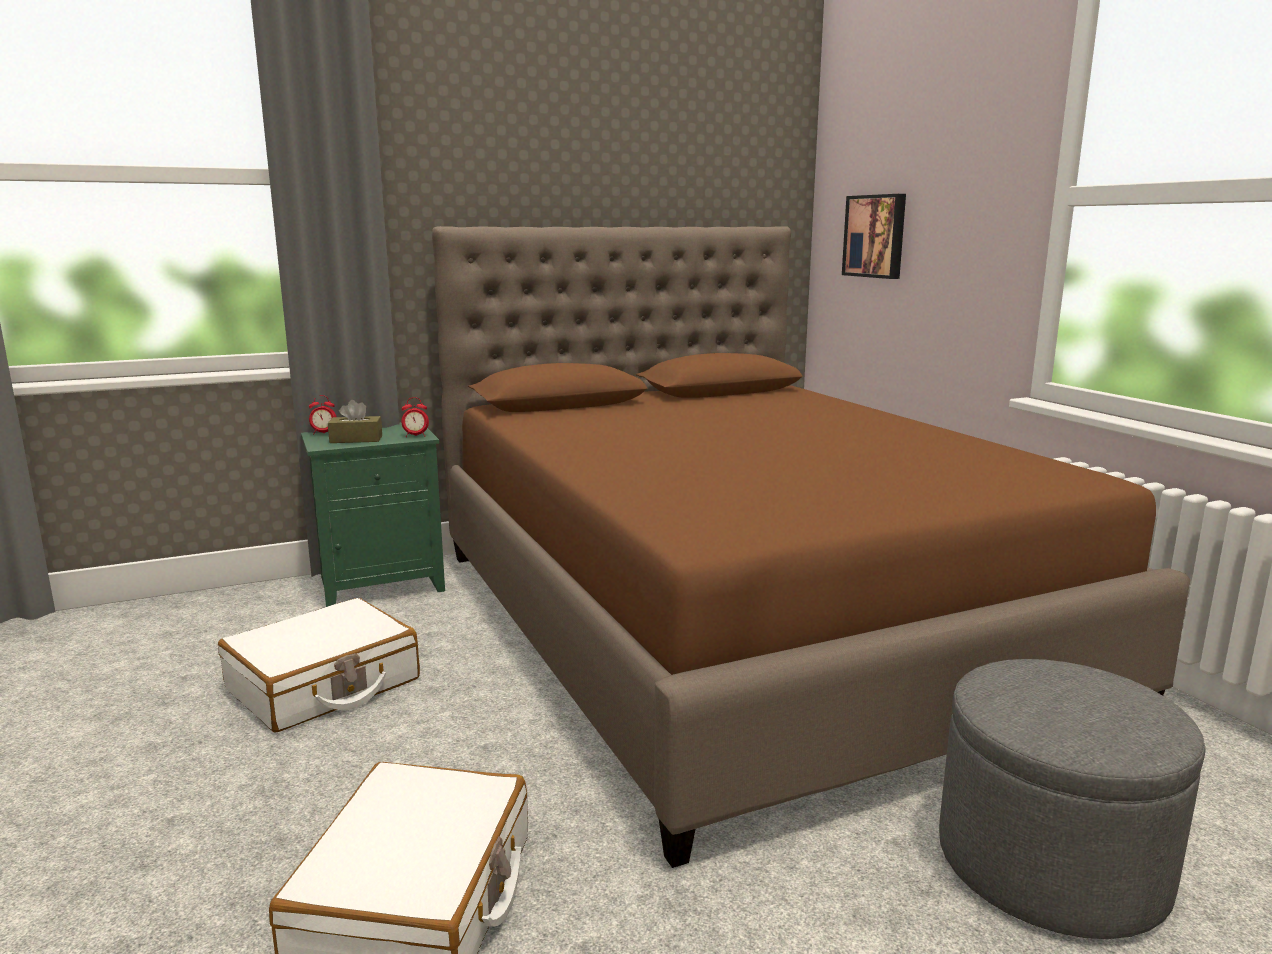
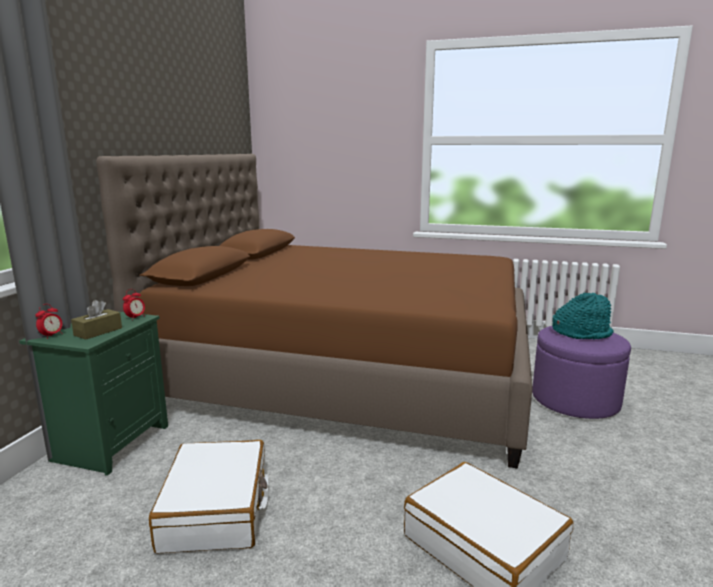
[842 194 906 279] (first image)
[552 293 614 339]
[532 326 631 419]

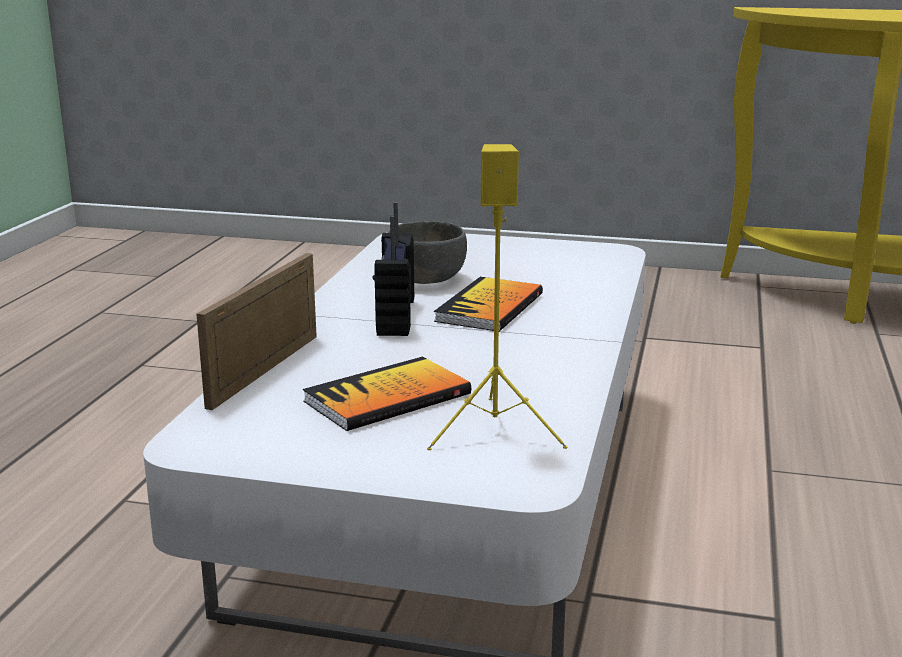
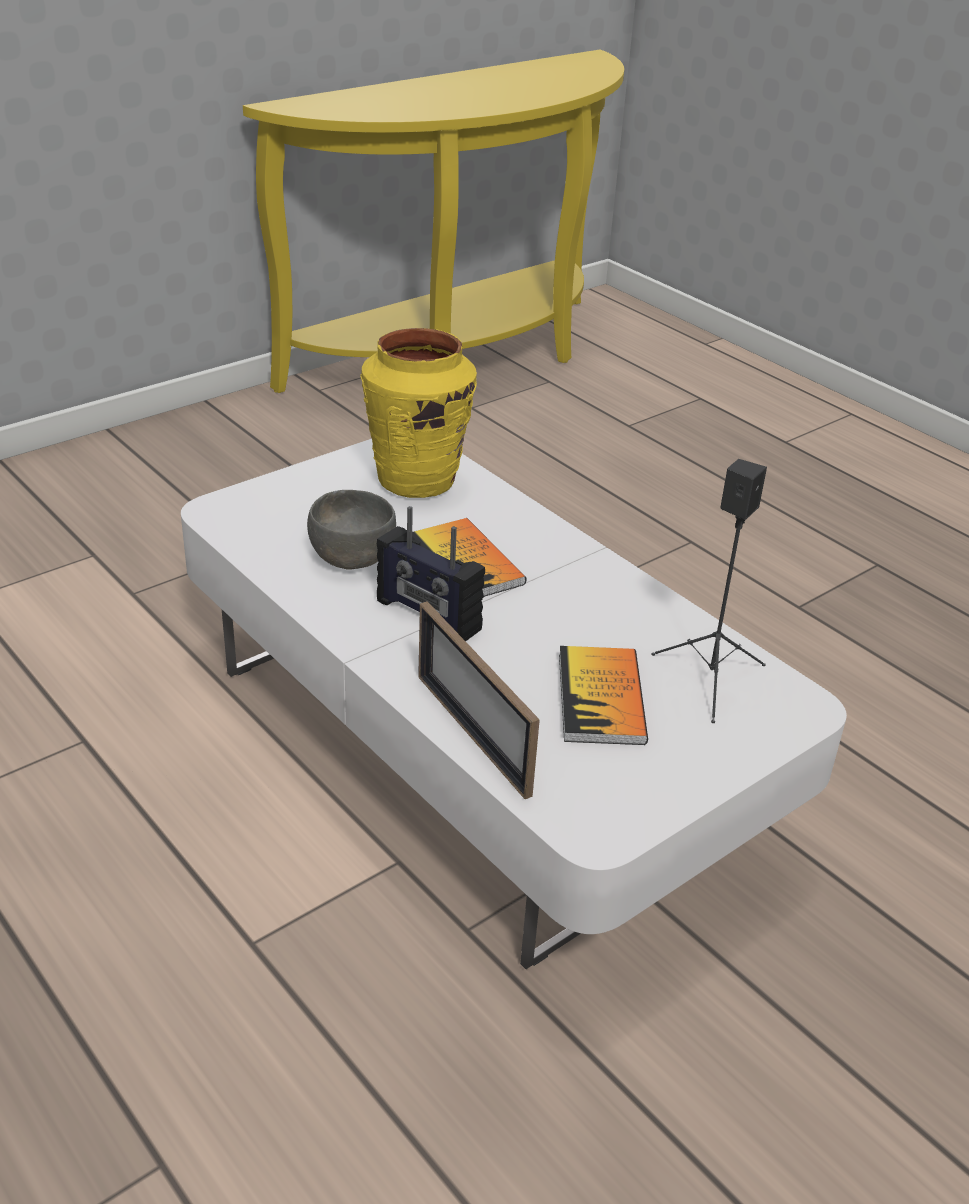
[361 328 477 498]
[651 459 767 723]

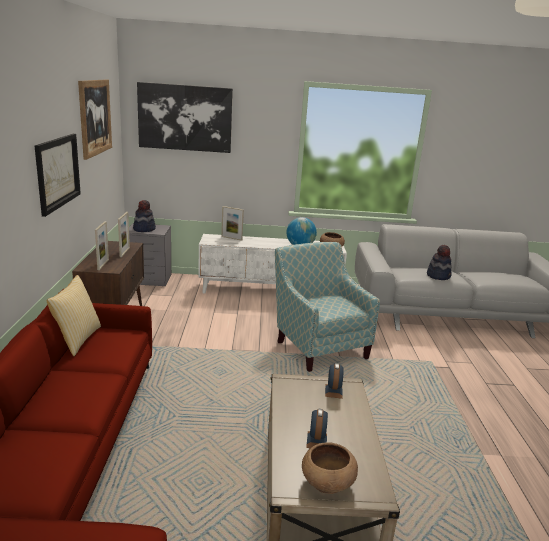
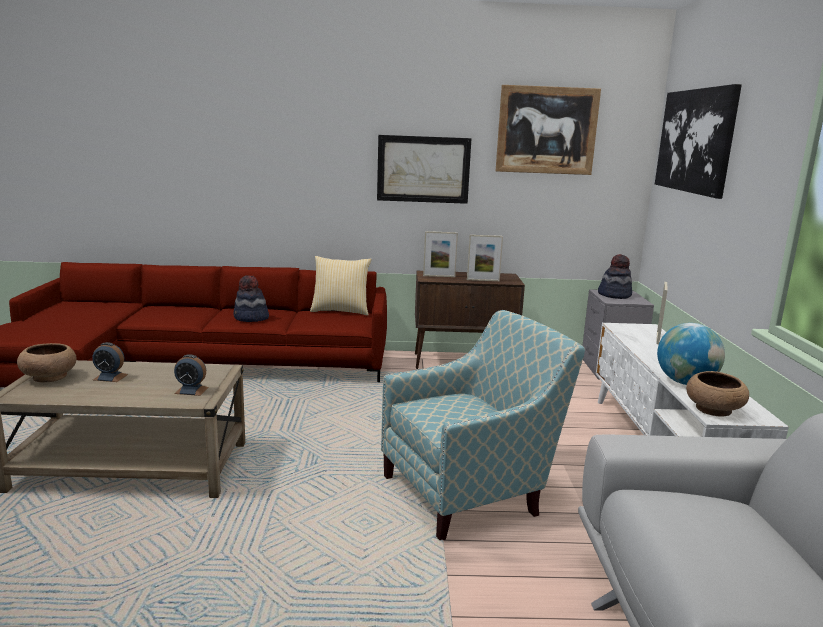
[233 275 269 322]

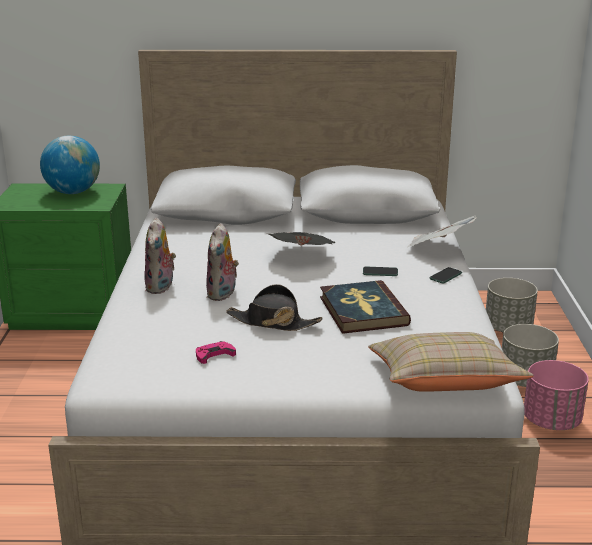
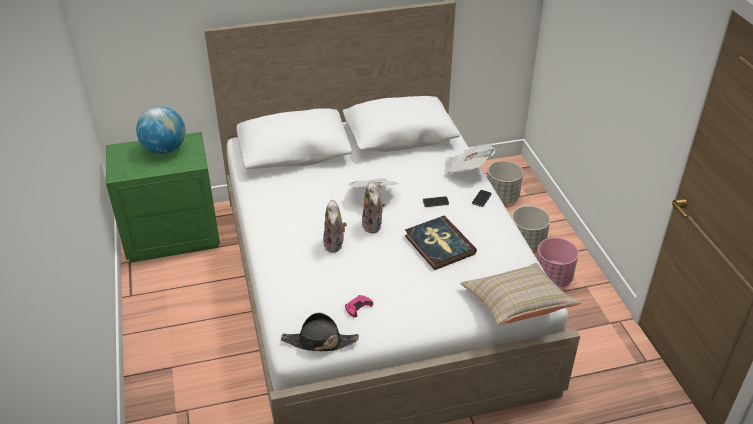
[362 181 385 233]
[281 313 359 351]

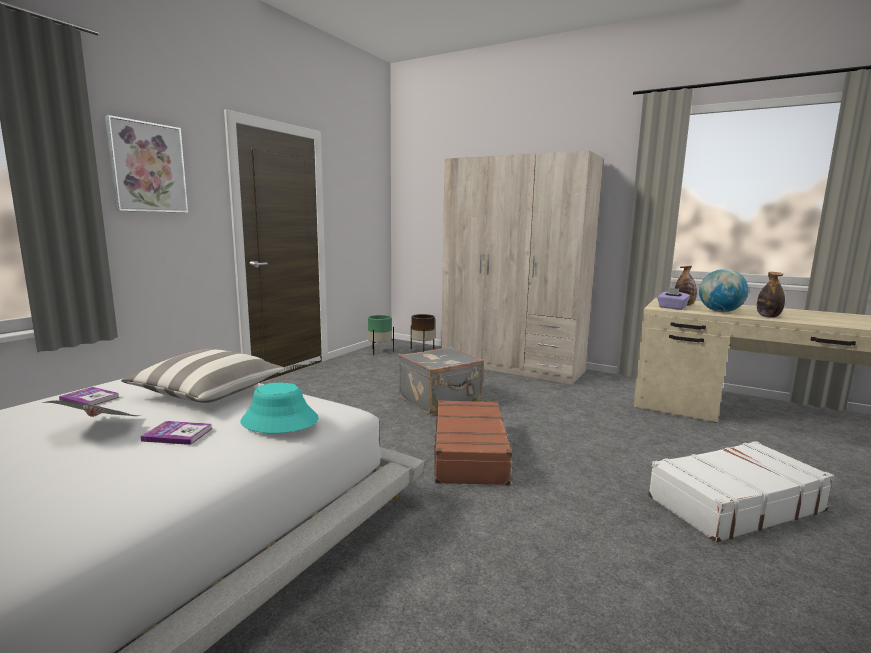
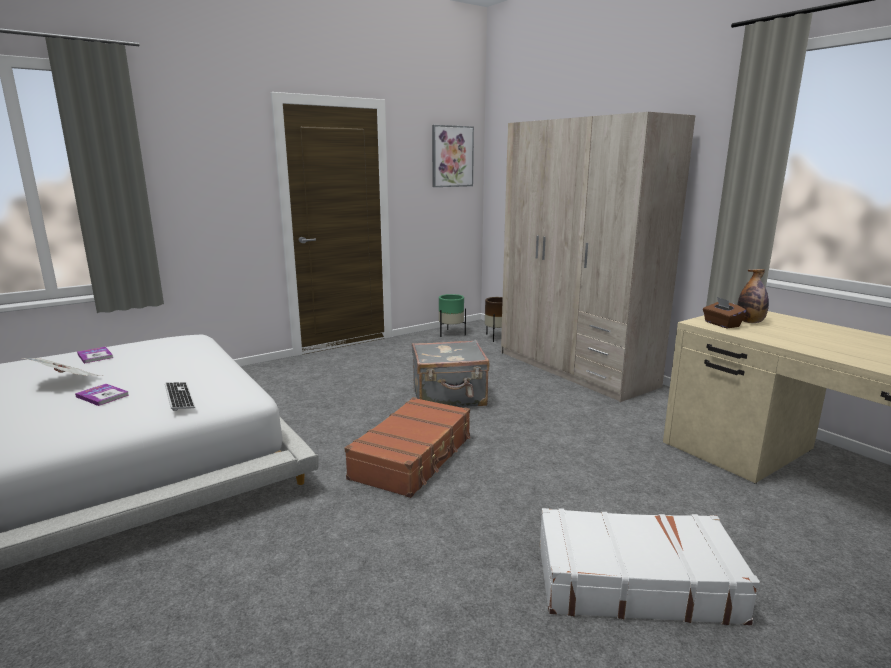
[121 349 285 403] (first image)
[699 269 749 312] (first image)
[757 272 785 318] (first image)
[432 125 474 187]
[165 382 195 411]
[703 297 746 329]

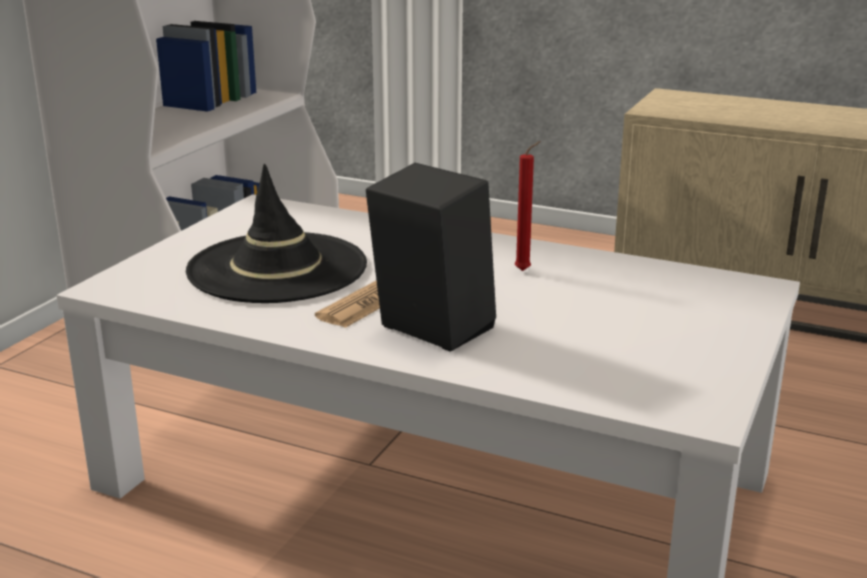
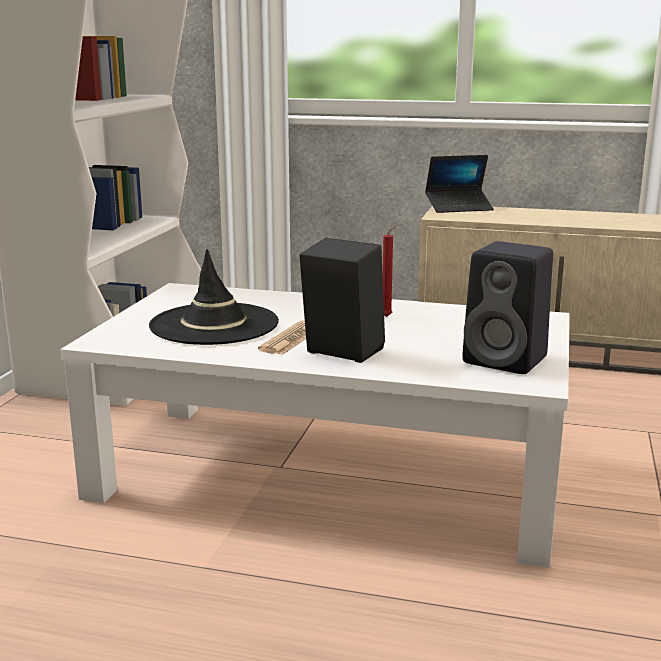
[425 155 494 213]
[462 241 553 374]

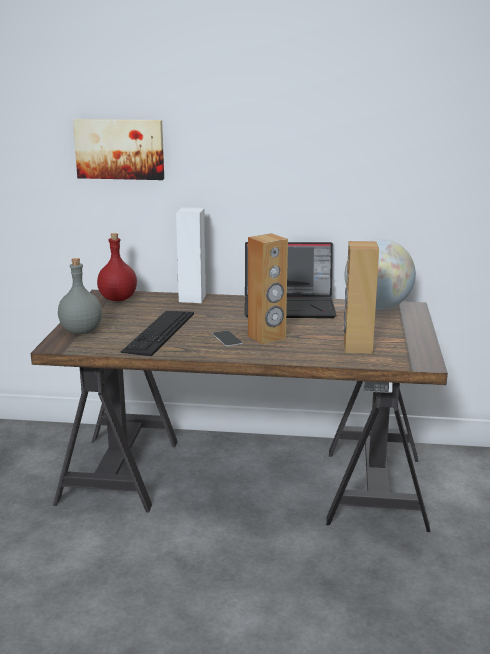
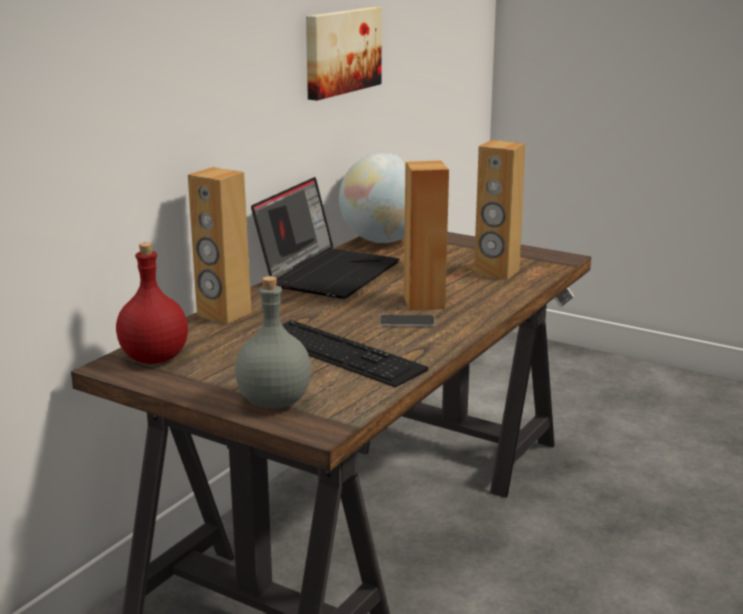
[306 7 382 101]
[188 167 252 324]

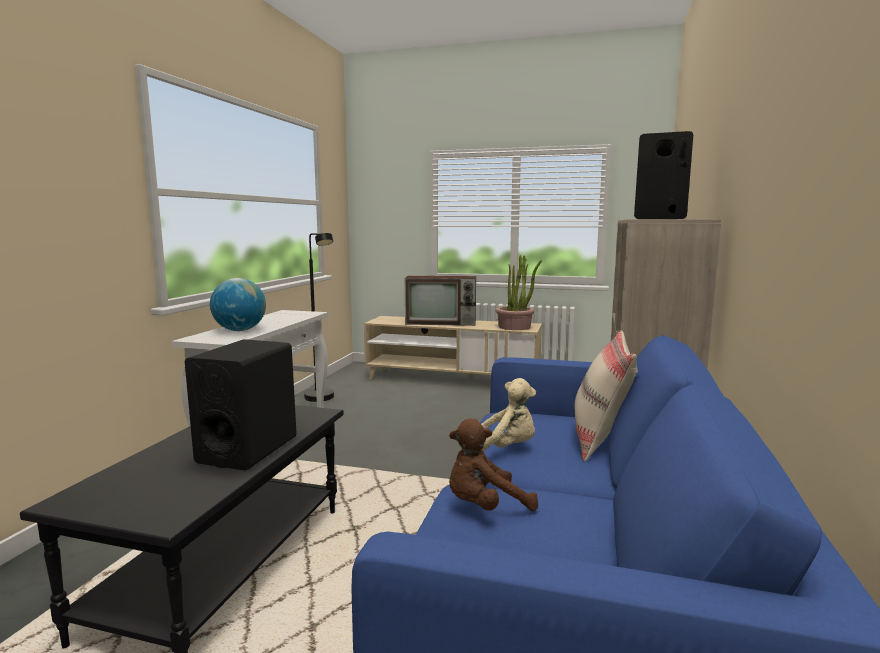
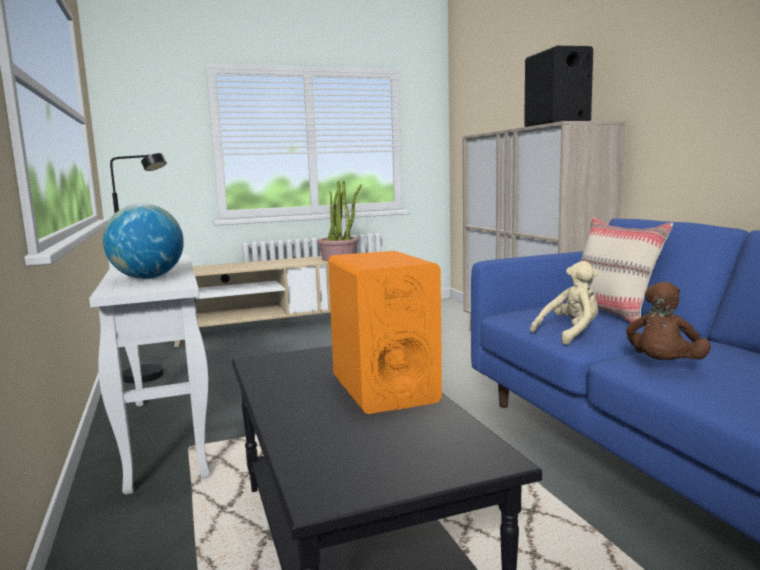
[405 276 476 326] (first image)
[328 251 442 414]

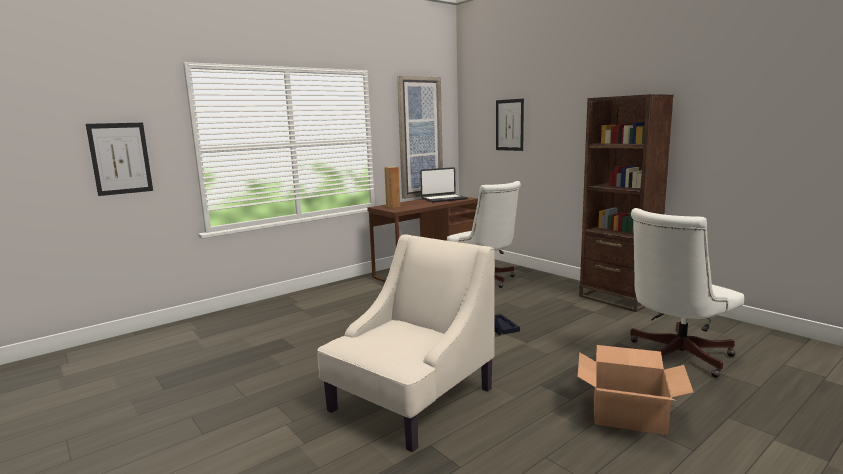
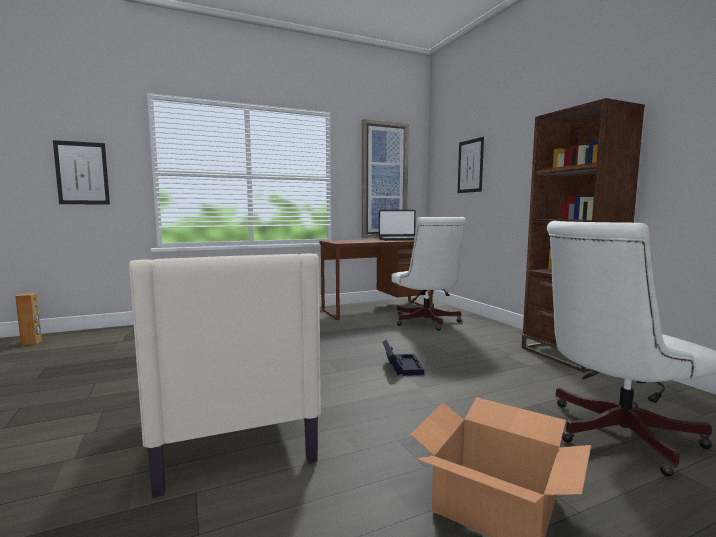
[15 293 42 345]
[129 253 321 498]

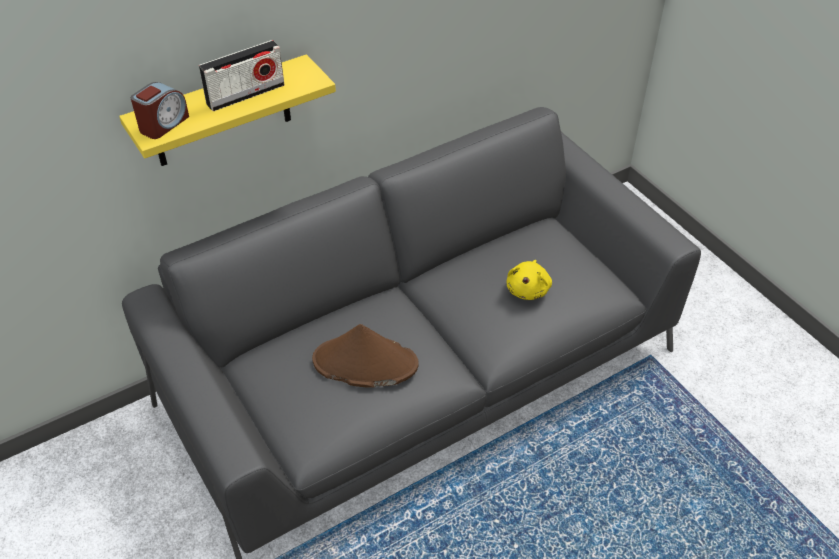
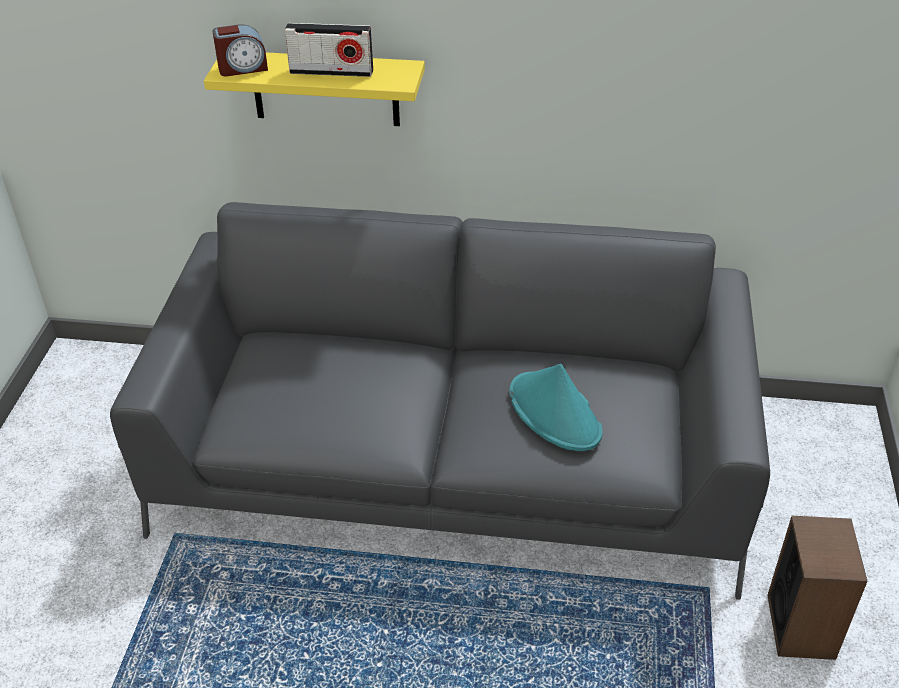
[312 324 419 388] (first image)
[767 516 867 660]
[509 364 602 451]

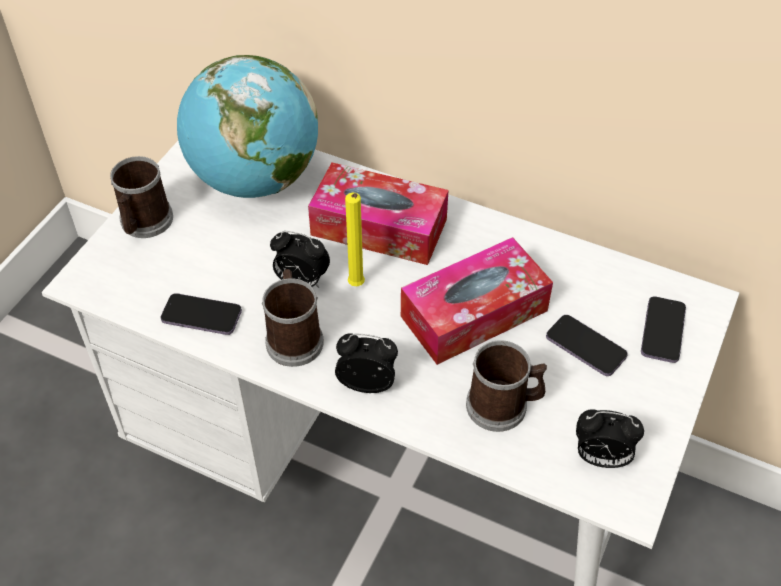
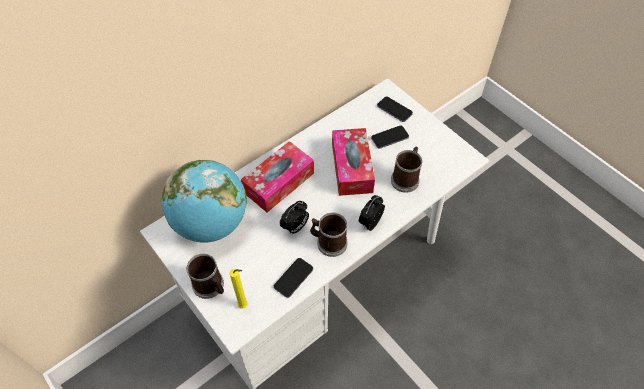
[576 409 644 468] (first image)
[230 269 248 308]

